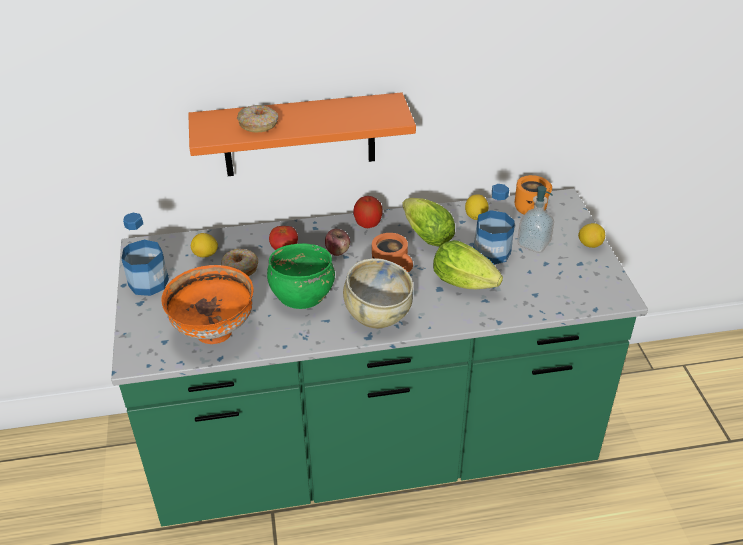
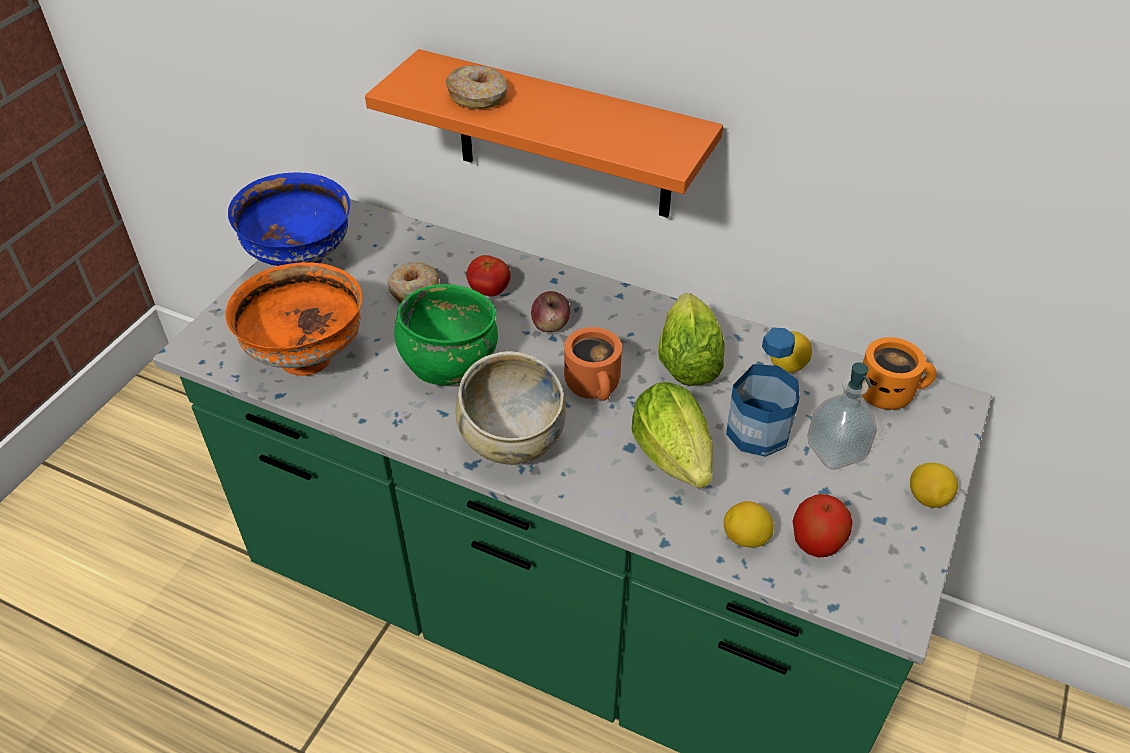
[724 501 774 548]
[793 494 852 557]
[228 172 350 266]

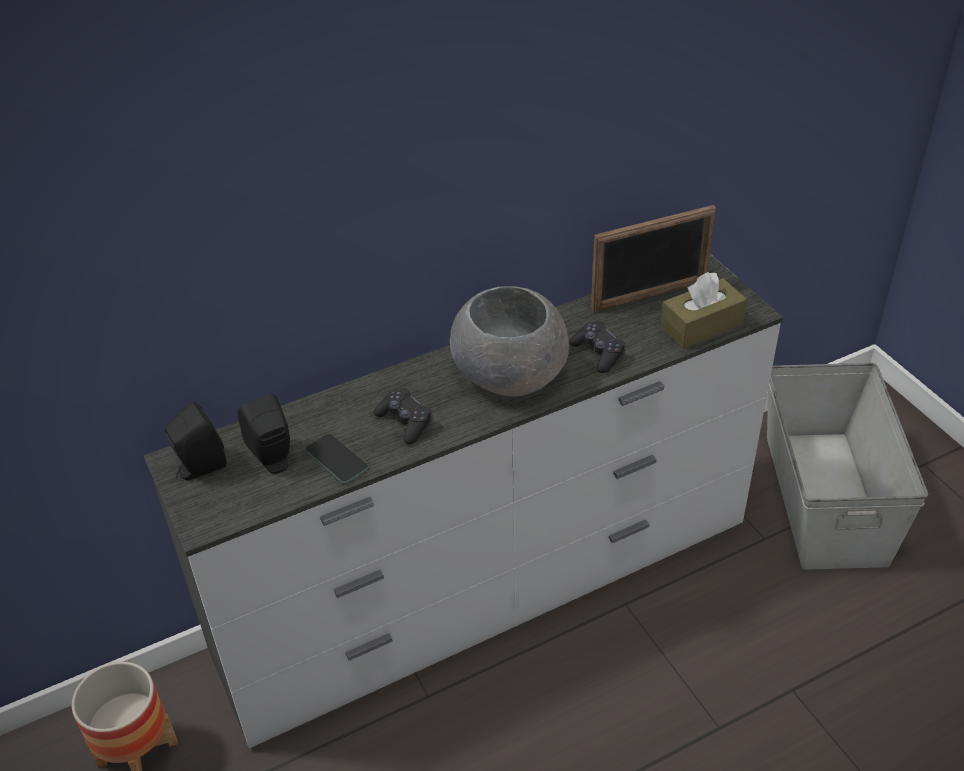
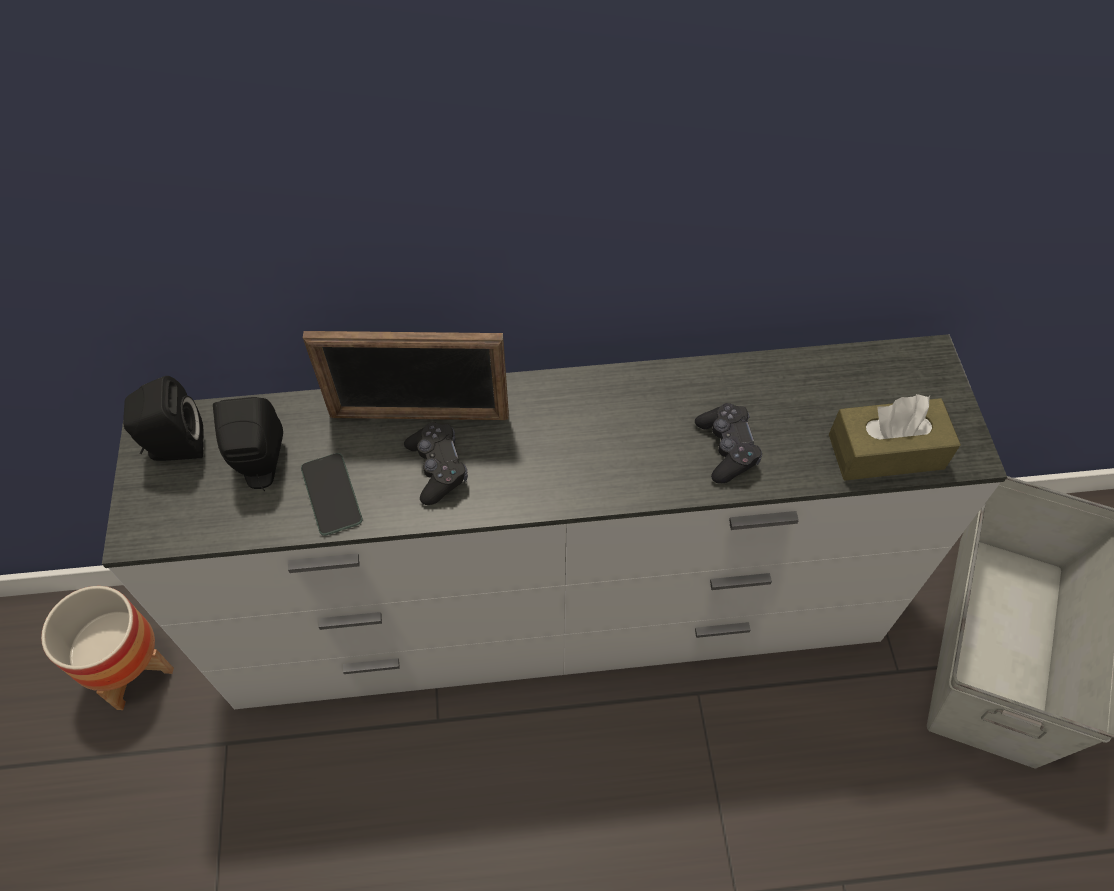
[450 286 569 397] (first image)
[303 331 509 420]

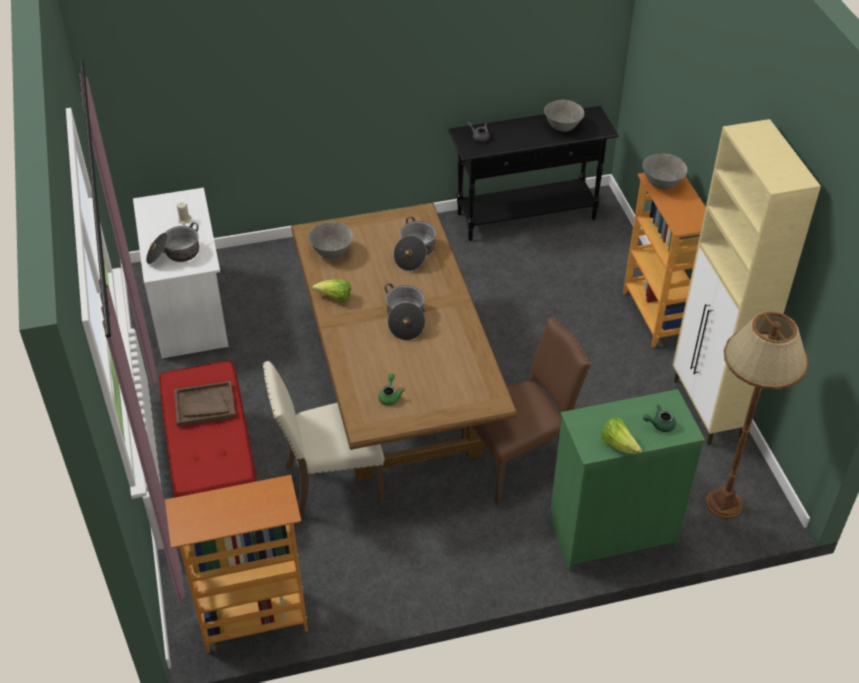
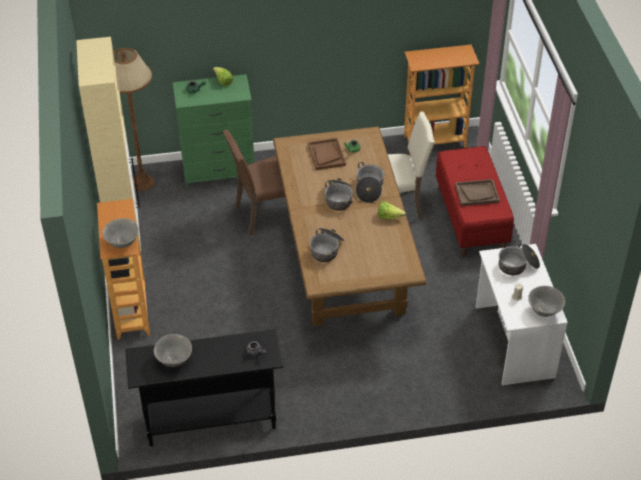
[308 138 346 170]
[356 162 384 203]
[528 286 565 317]

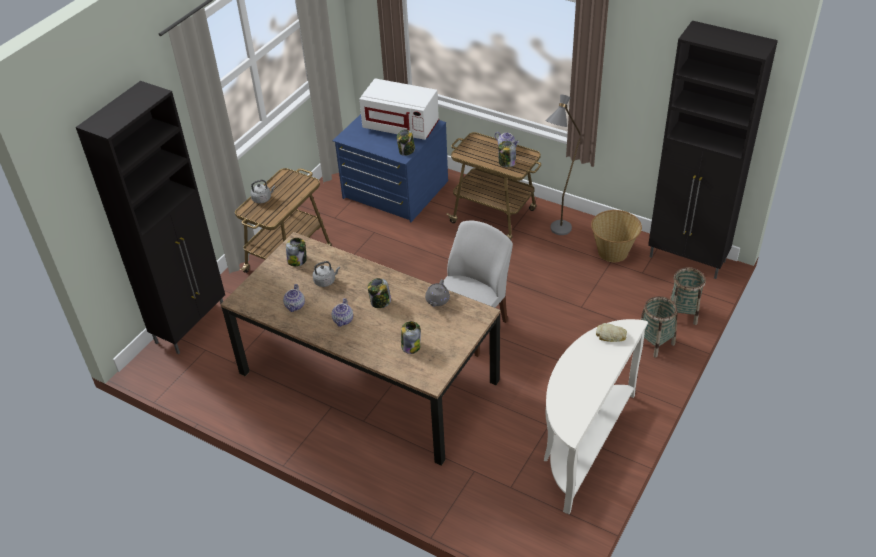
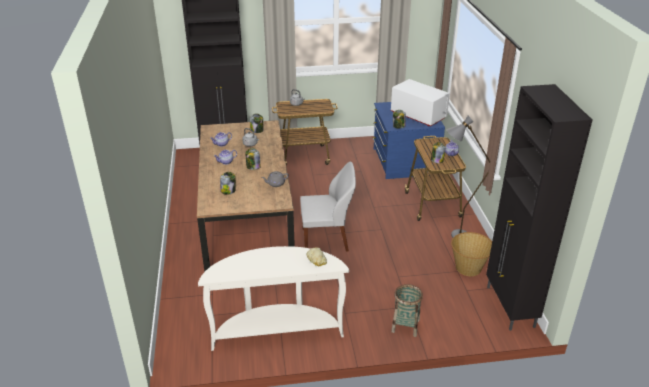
[670 267 706 325] (first image)
[390 79 450 126]

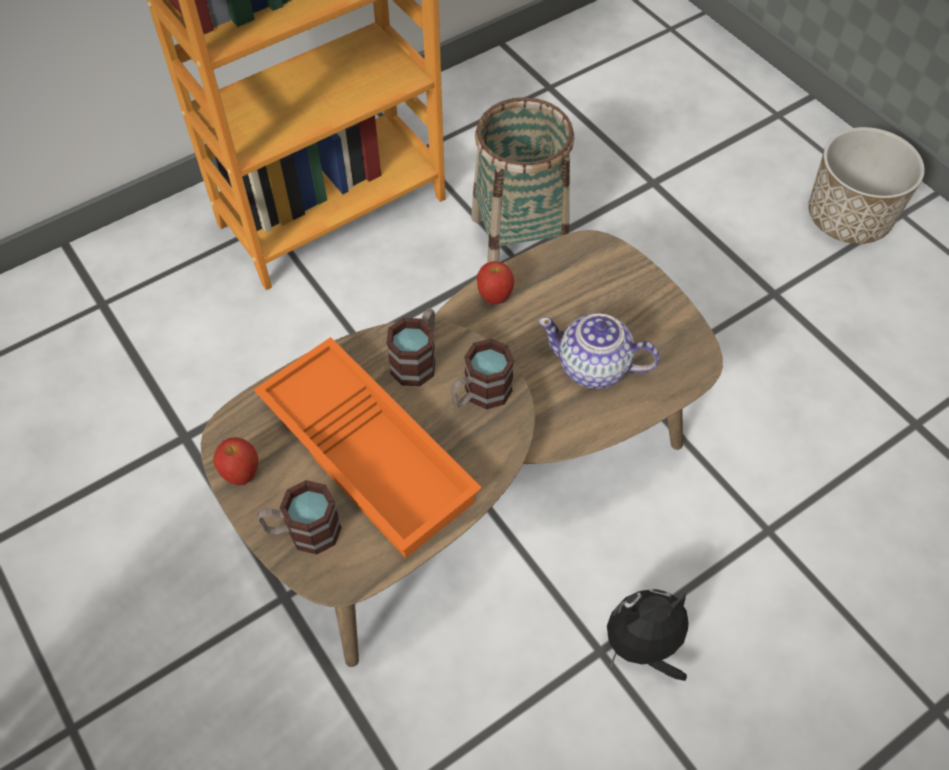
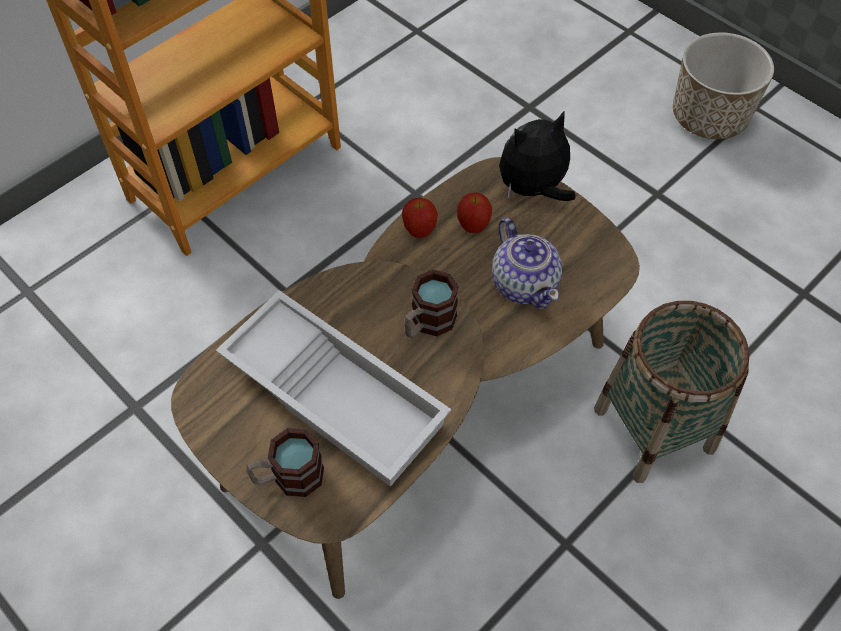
[386 308 436 386] (first image)
[457 193 492 233]
[594 301 749 483]
[499 110 575 201]
[216 290 451 487]
[492 218 562 309]

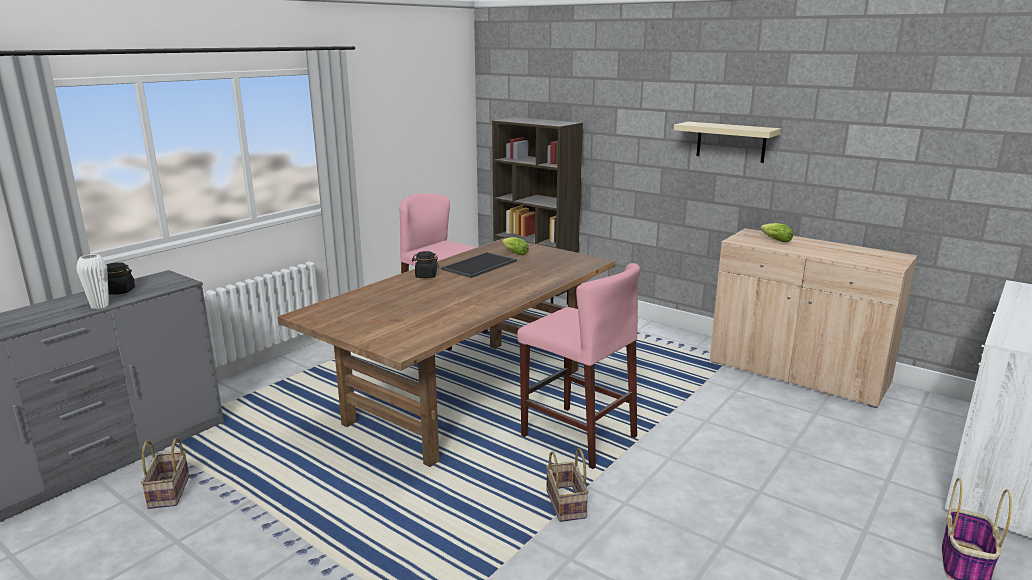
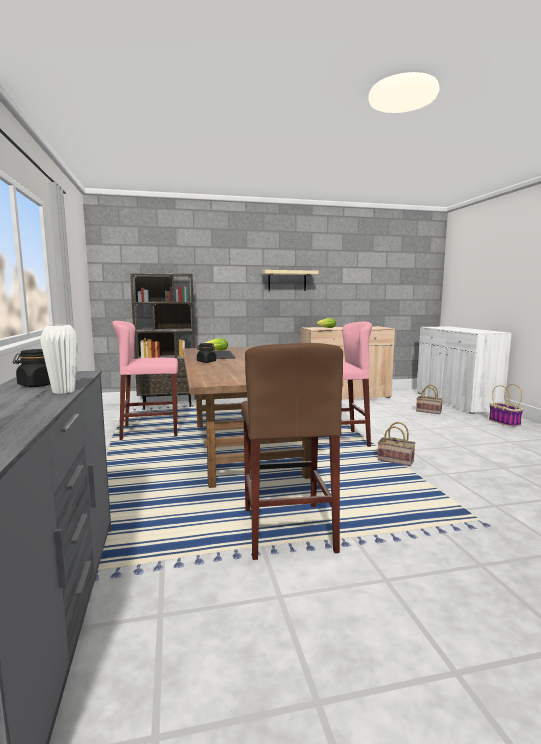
[241 343 343 560]
[416 385 443 414]

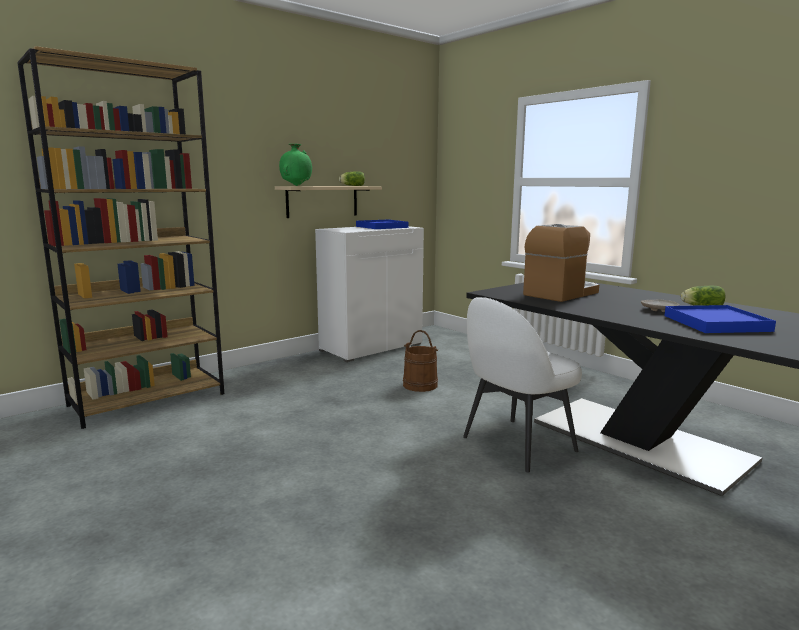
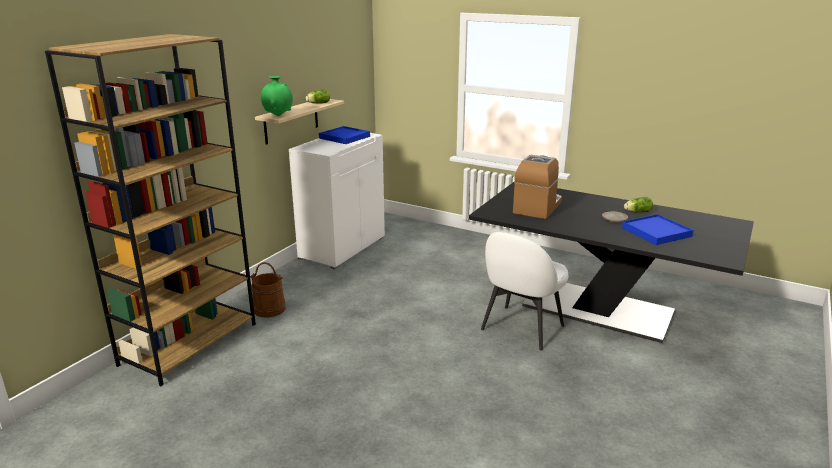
[250 262 286 318]

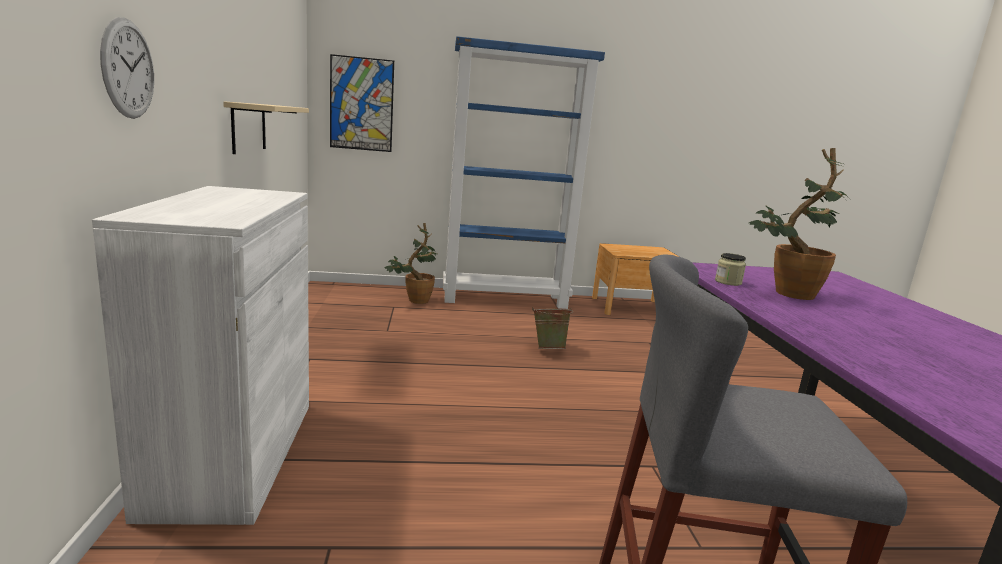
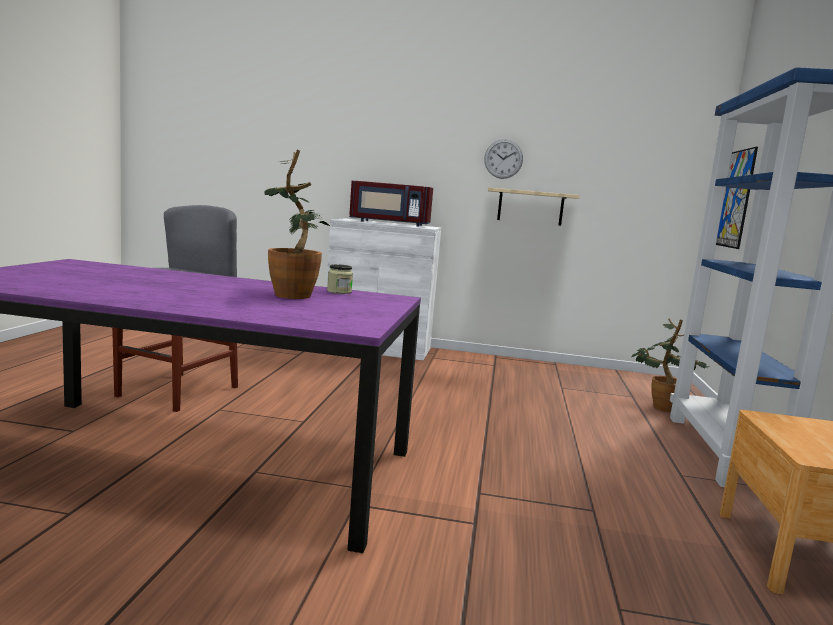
[532 307 573 349] (first image)
[349 181 433 227]
[484 139 523 179]

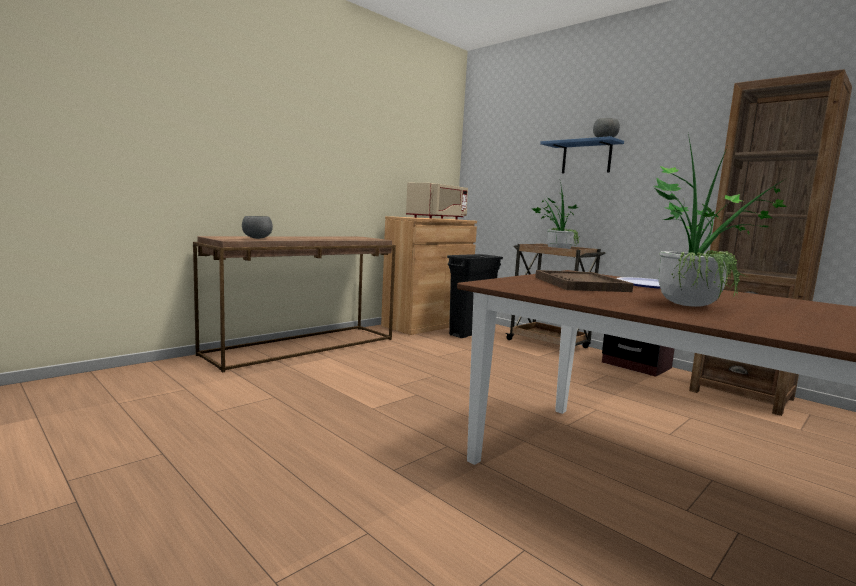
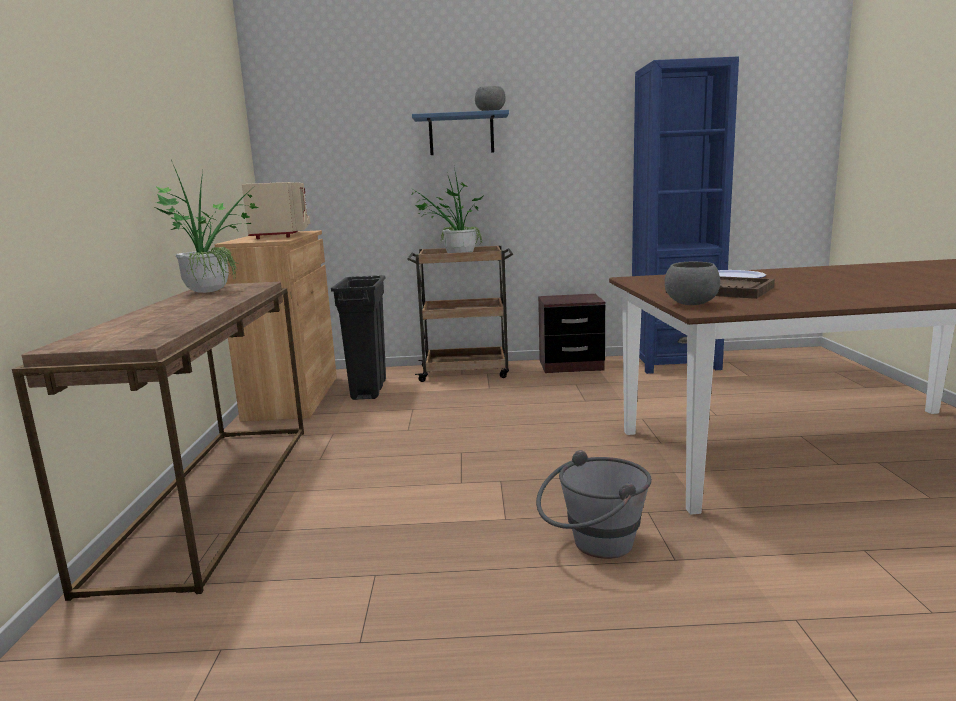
[536 450 652 559]
[665 262 720 305]
[155 160 258 293]
[632 56 739 374]

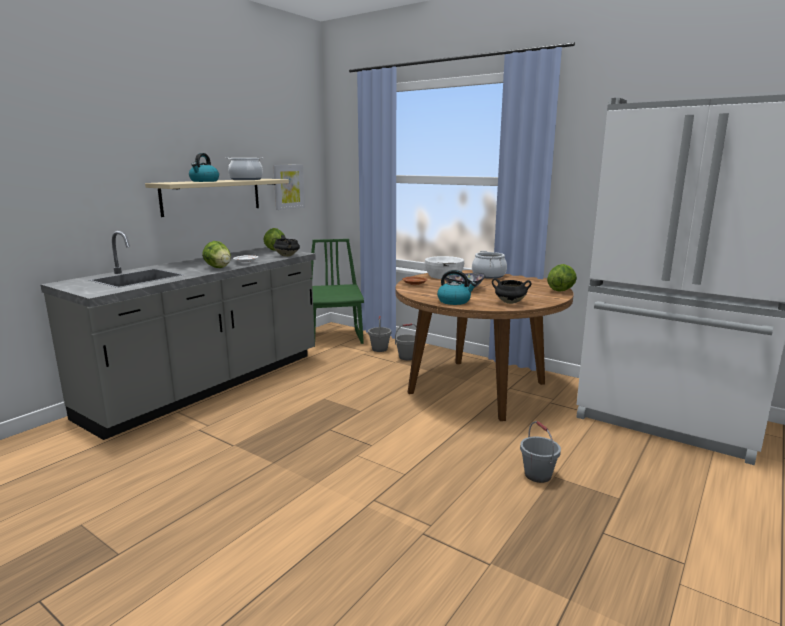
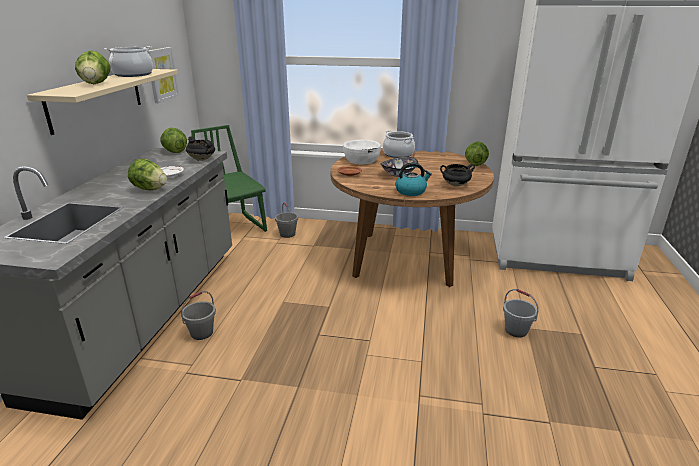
[181 291 216 340]
[75 50 110 84]

